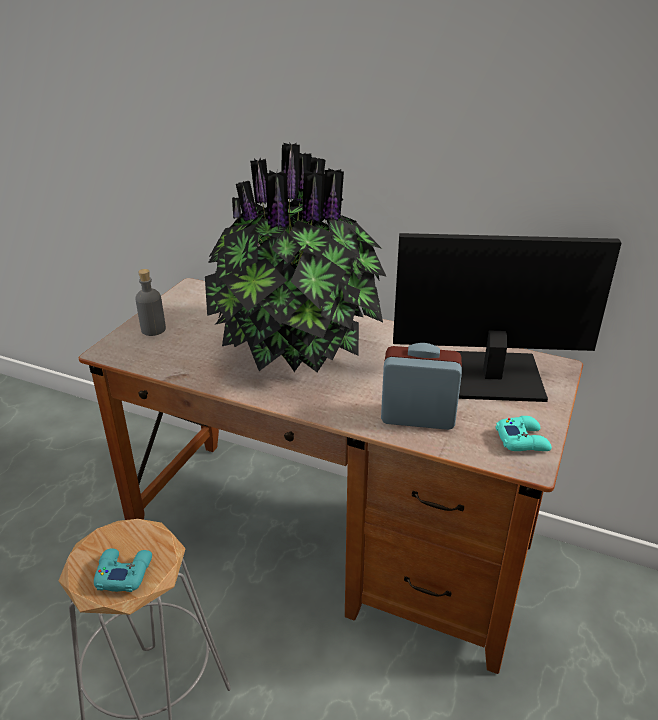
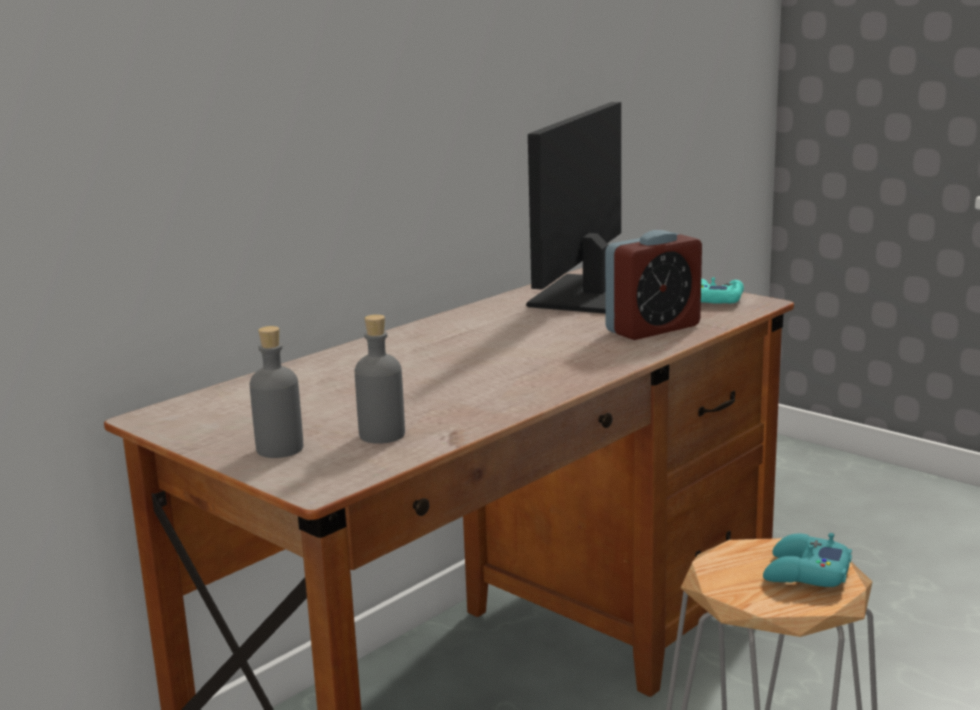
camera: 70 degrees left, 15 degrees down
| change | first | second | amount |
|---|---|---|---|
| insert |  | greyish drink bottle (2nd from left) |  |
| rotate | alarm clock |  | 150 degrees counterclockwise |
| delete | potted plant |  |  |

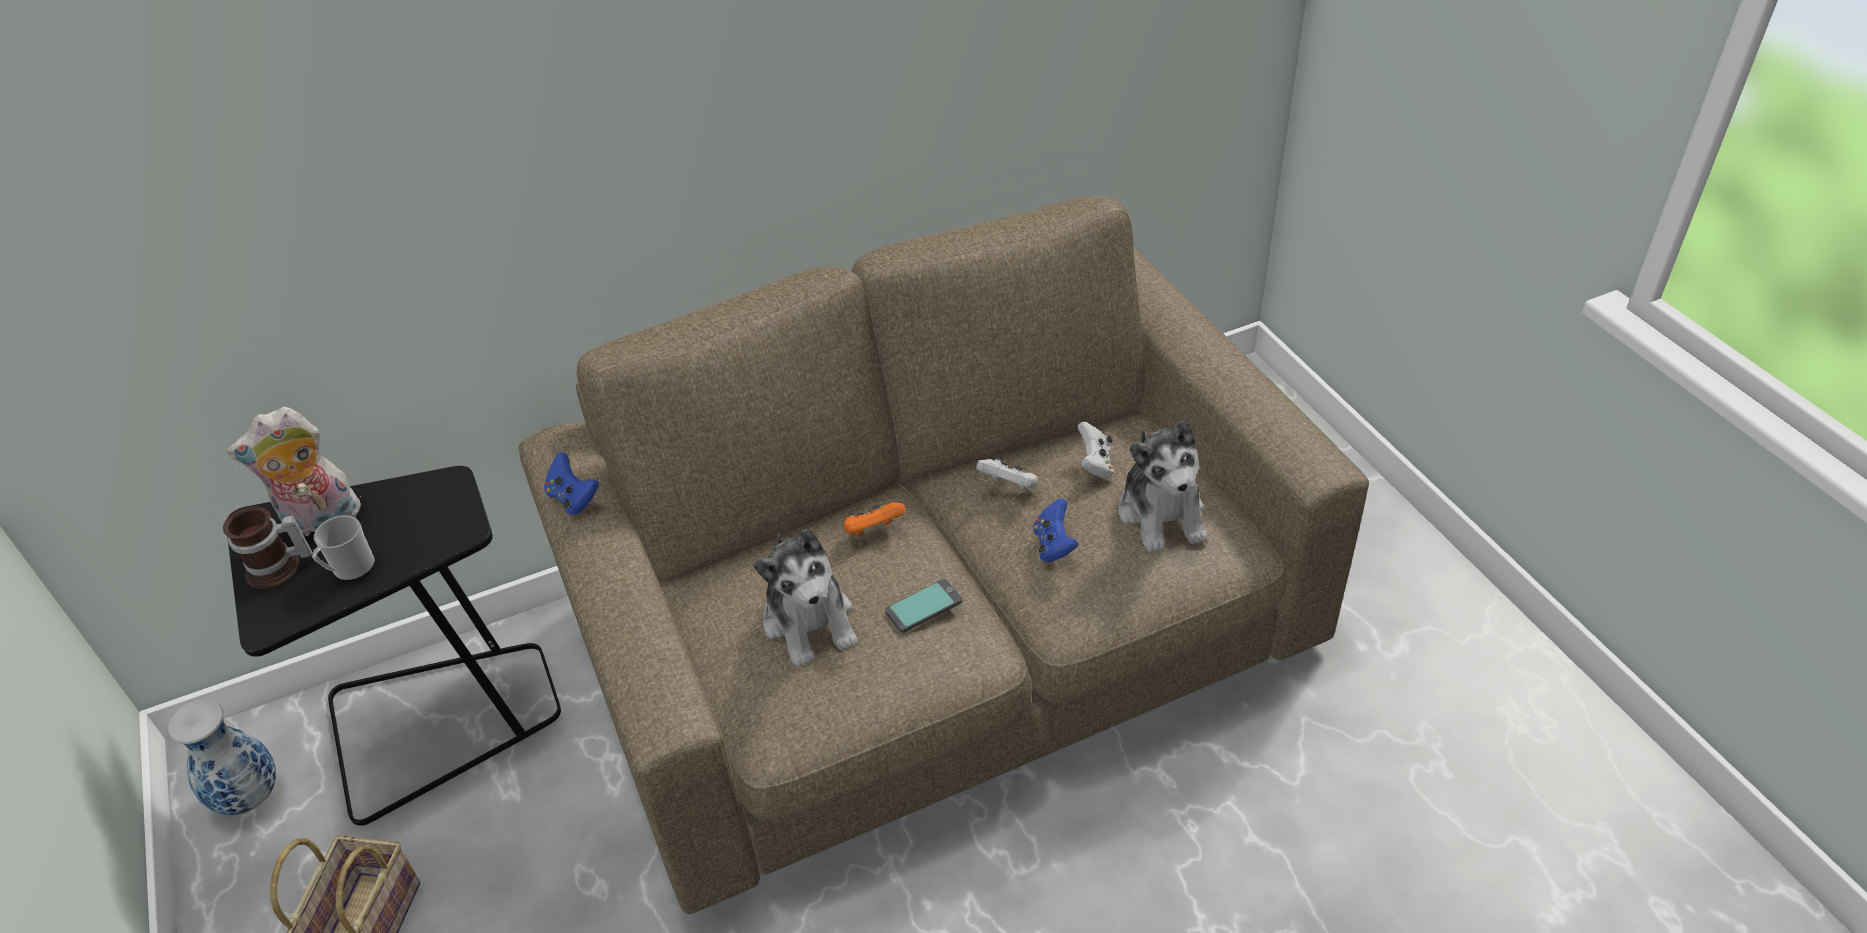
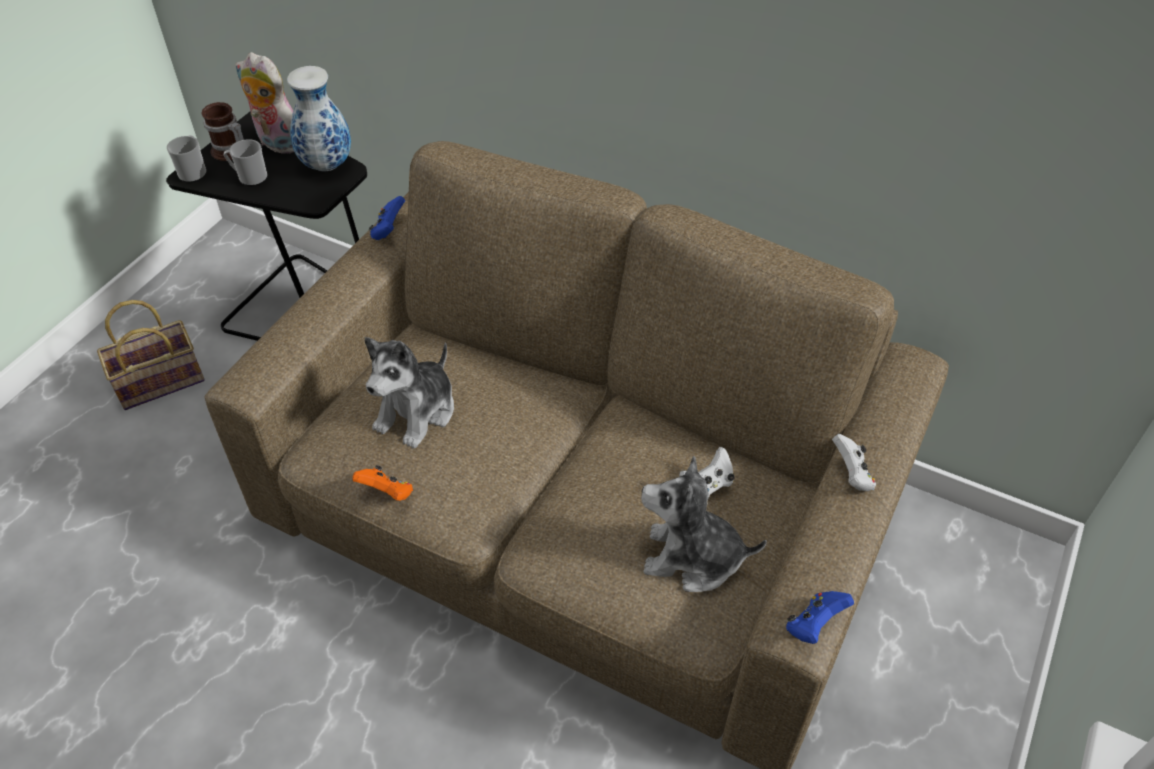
camera: 50 degrees right, 5 degrees up
| change | first | second | amount |
|---|---|---|---|
| insert |  | tea mug (1st from left) |  |
| move | decorative vase |  |  |
| move | orange joypad |  |  |
| rotate | cuddly toy (3rd from left) |  | 60 degrees clockwise |
| move | bluish joypad (2nd from left) |  |  |
| move | whitish joypad (1st from left in the first image) | whitish joypad (2nd from left) |  |
| delete | phone |  |  |

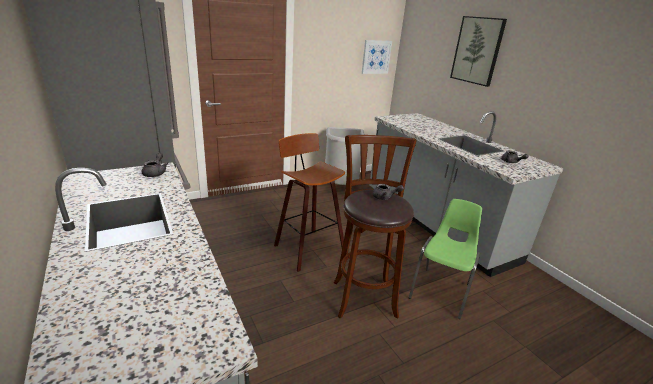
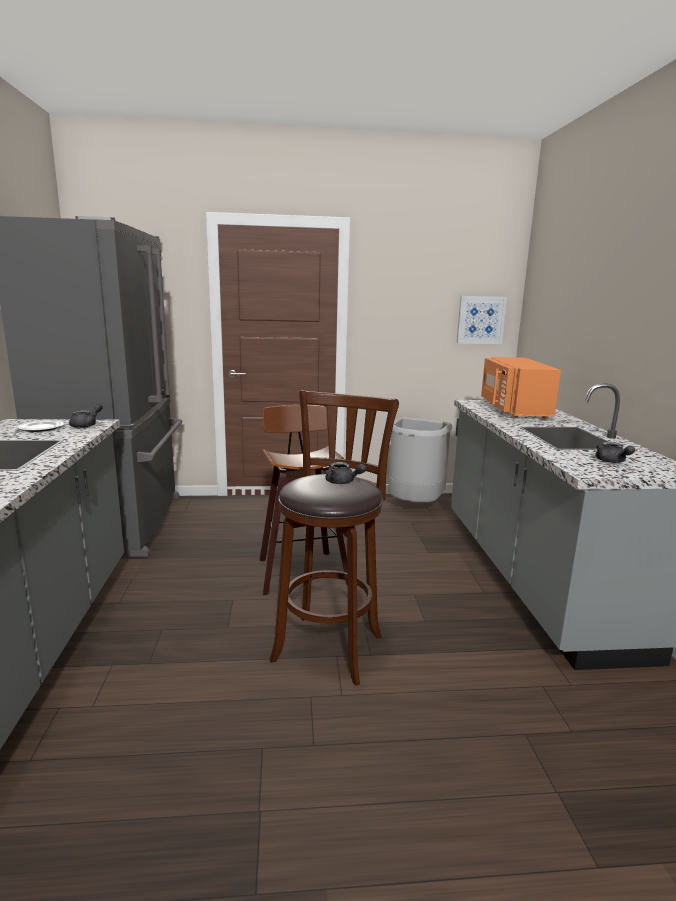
camera: 25 degrees right, 10 degrees down
| change | first | second | amount |
|---|---|---|---|
| insert |  | flat dish |  |
| insert |  | orange kitchen microwave |  |
| delete | green-coloured plain chair |  |  |
| delete | wall art (2nd from left) |  |  |

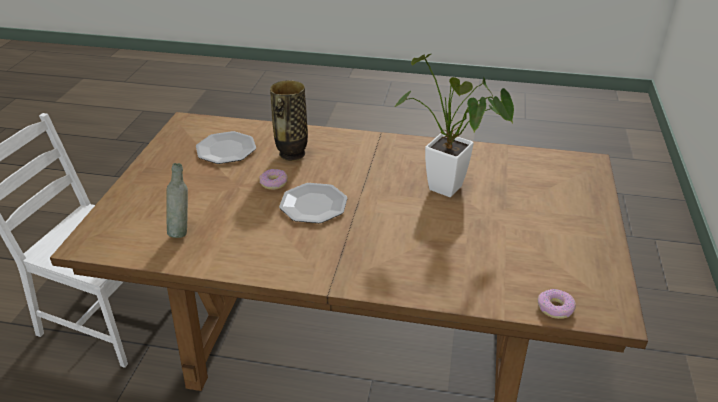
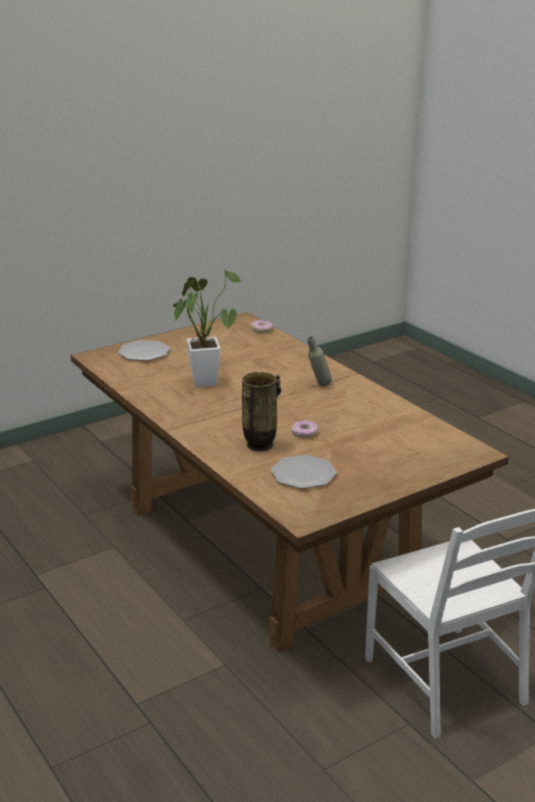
camera: 135 degrees left, 10 degrees down
| change | first | second | amount |
|---|---|---|---|
| move | flat dish (2nd from left in the first image) | flat dish (1st from left) |  |
| move | greyish drink bottle |  |  |

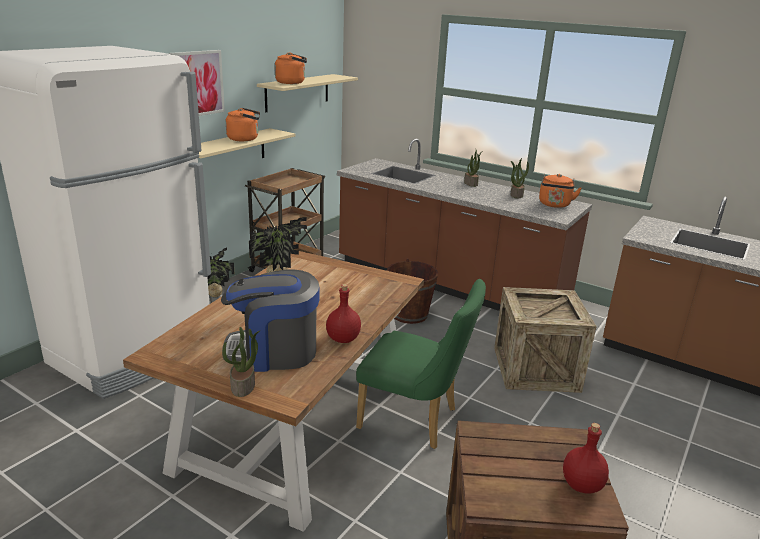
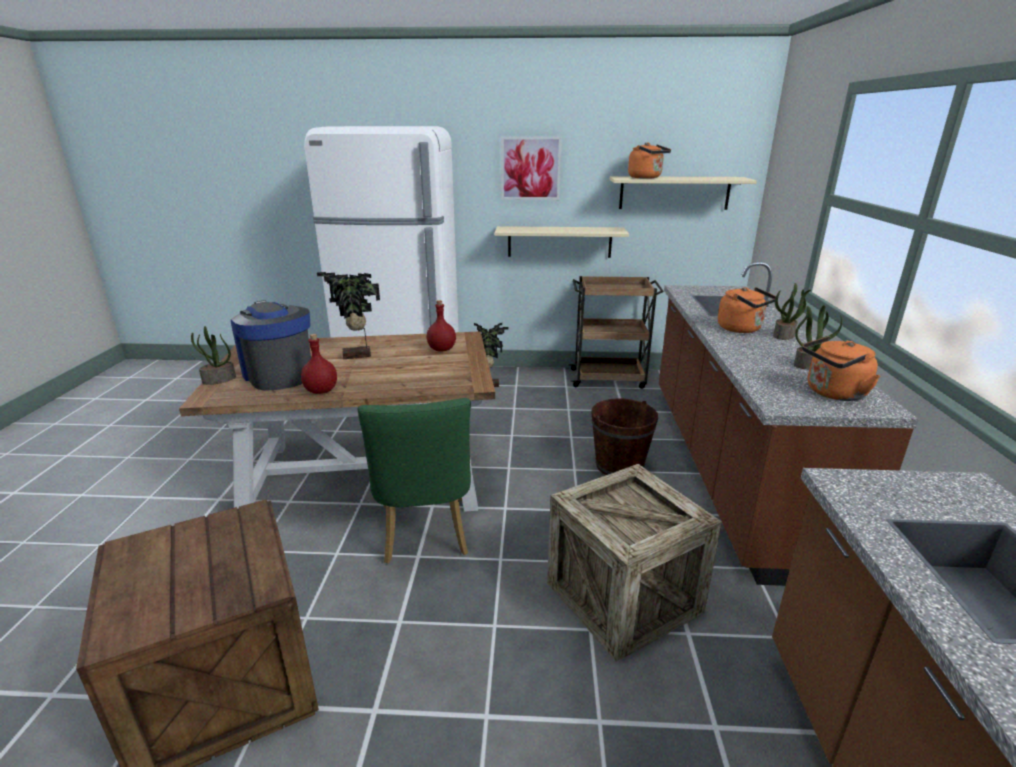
camera: 60 degrees right, 0 degrees up
| change | first | second | amount |
|---|---|---|---|
| move | red drink bottle (2nd from left) |  |  |
| move | orange kettle (1st from left in the first image) | orange kettle (2nd from left) |  |

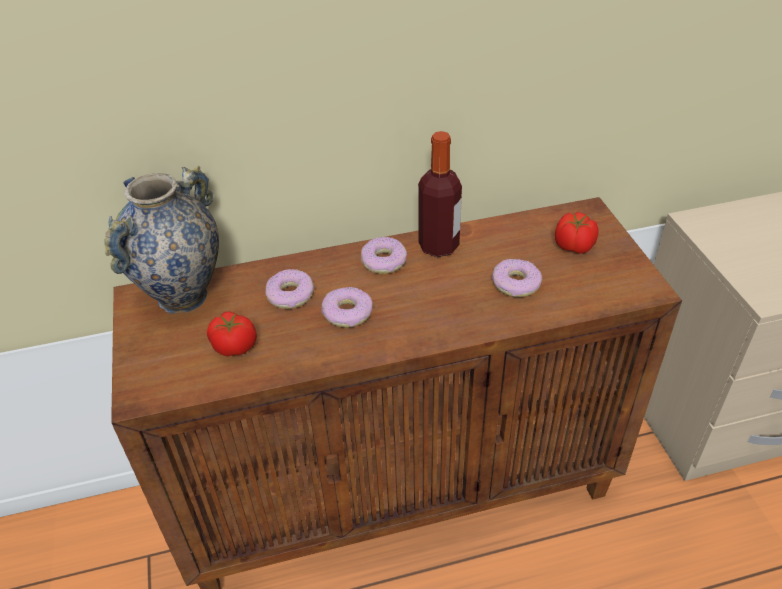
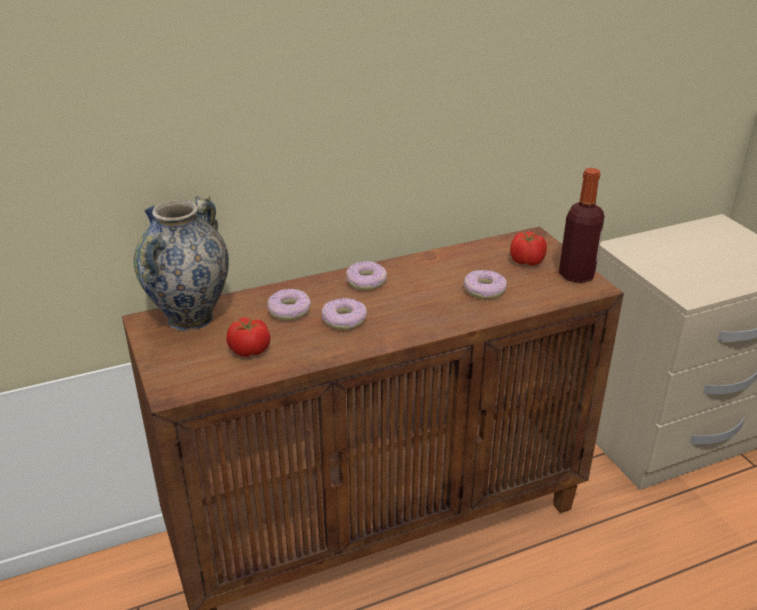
camera: 10 degrees left, 10 degrees down
| change | first | second | amount |
|---|---|---|---|
| move | drink bottle |  |  |

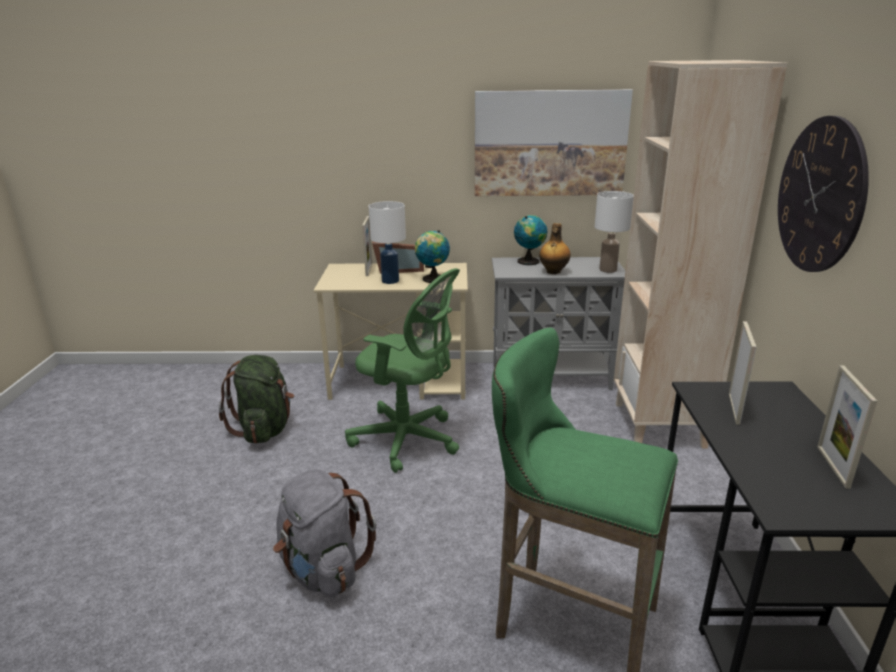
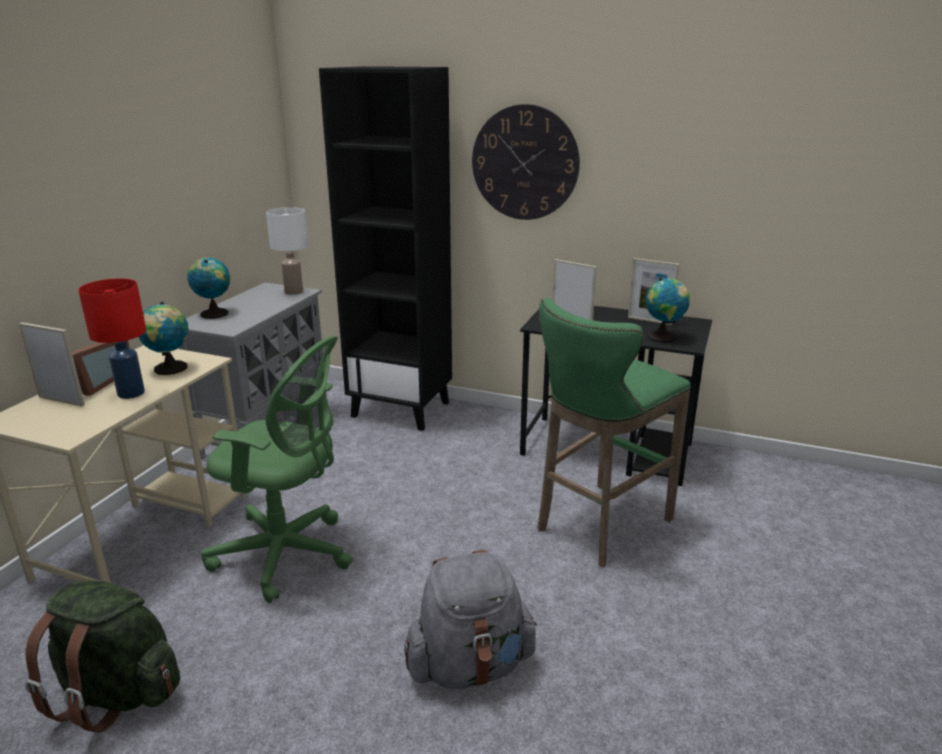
camera: 70 degrees left, 0 degrees up
| change | first | second | amount |
|---|---|---|---|
| recolor | whitish tabletop lamp (1st from left) | red tabletop lamp |  |
| rotate | green-coloured office chair |  | 60 degrees clockwise |
| recolor | sand-coloured bookcase | blackish bookcase |  |
| insert |  | globe (3rd from left) |  |
| delete | wall art |  |  |
| delete | drink bottle |  |  |

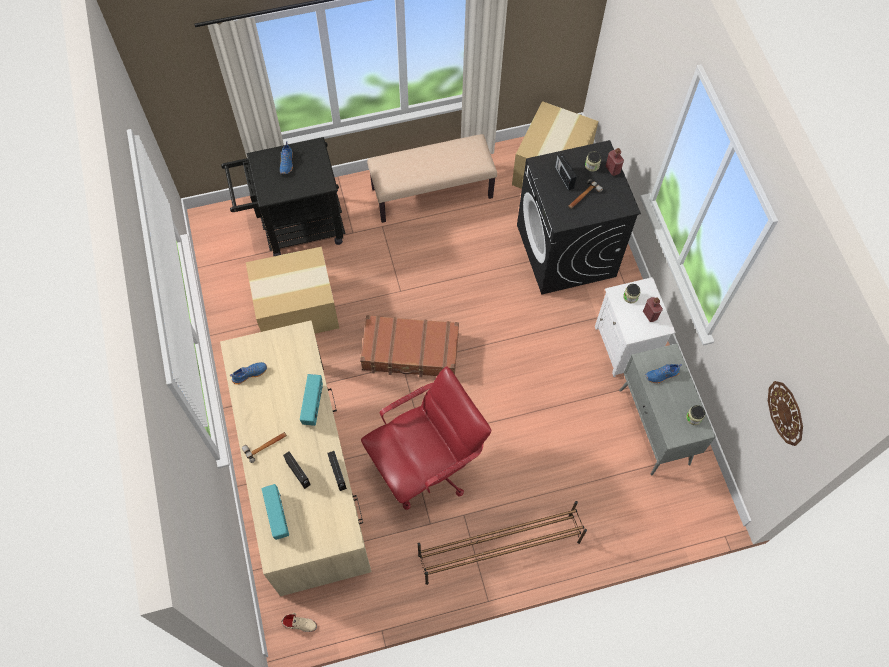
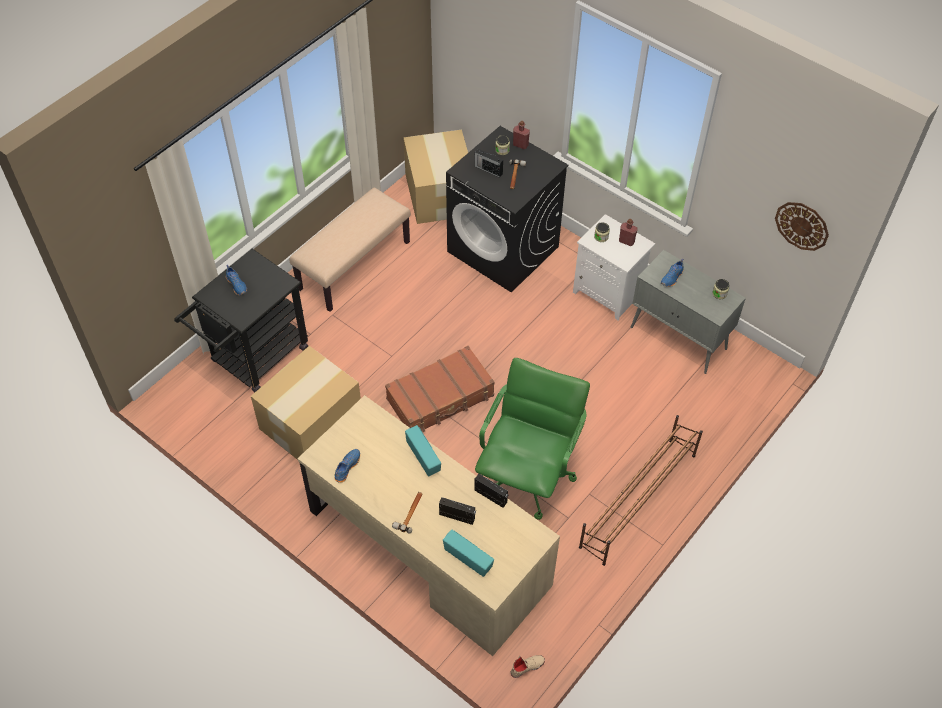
camera: 35 degrees left, 10 degrees down
| change | first | second | amount |
|---|---|---|---|
| recolor | red office chair | green-coloured office chair |  |

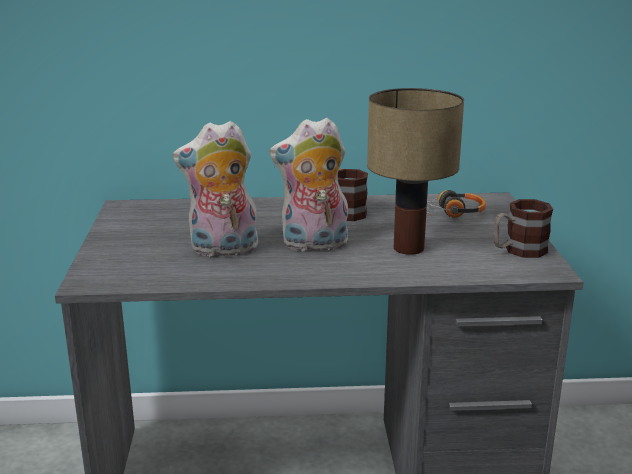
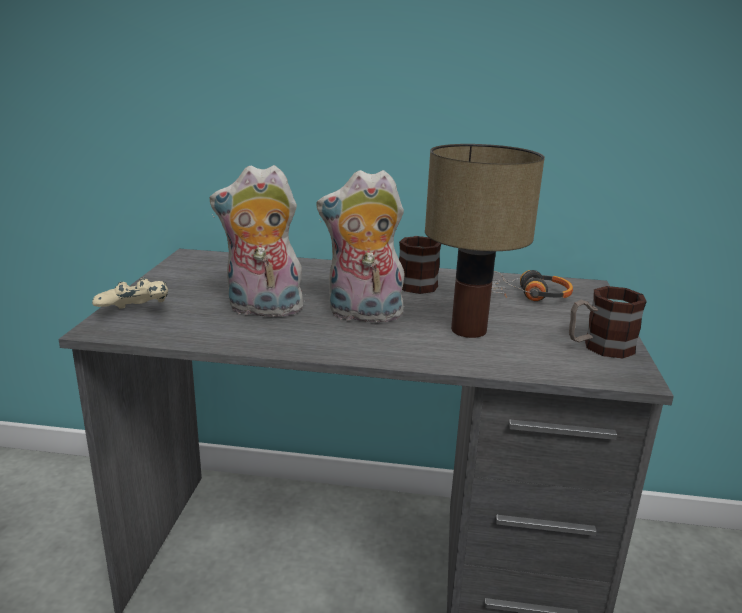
camera: 10 degrees right, 0 degrees up
| change | first | second | amount |
|---|---|---|---|
| insert |  | sand-coloured joypad |  |

